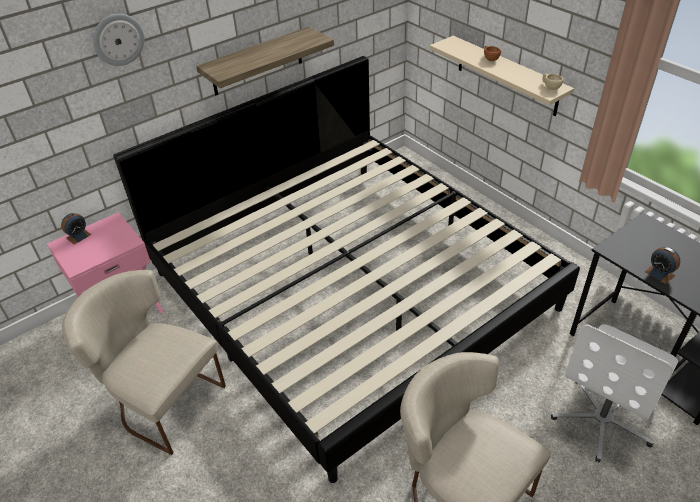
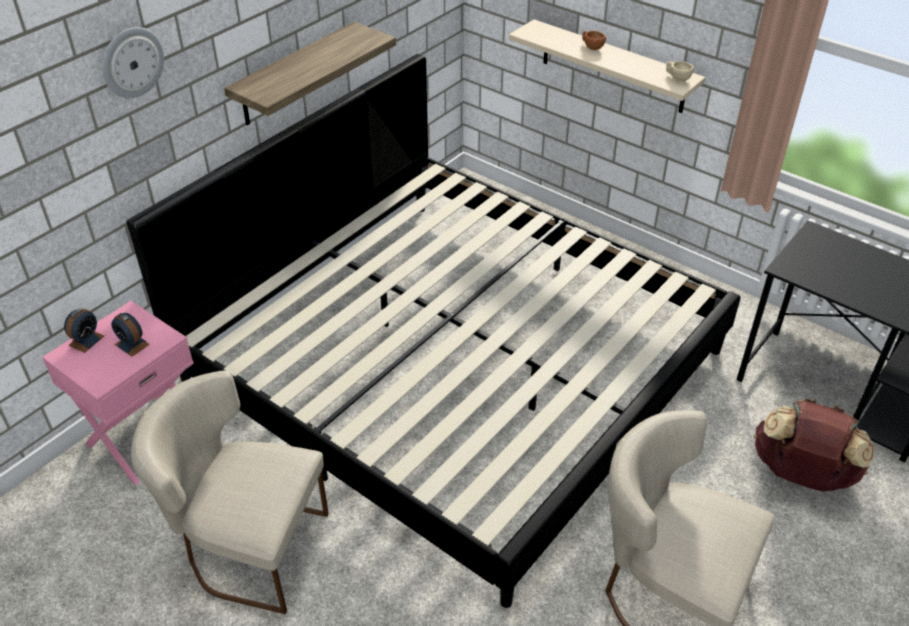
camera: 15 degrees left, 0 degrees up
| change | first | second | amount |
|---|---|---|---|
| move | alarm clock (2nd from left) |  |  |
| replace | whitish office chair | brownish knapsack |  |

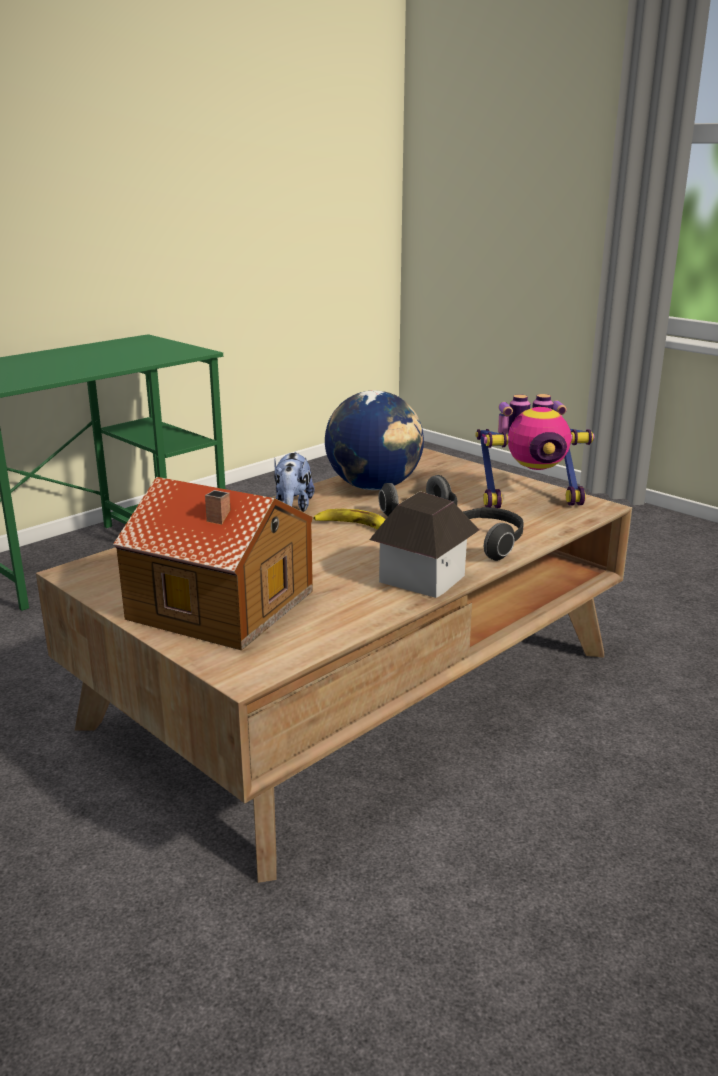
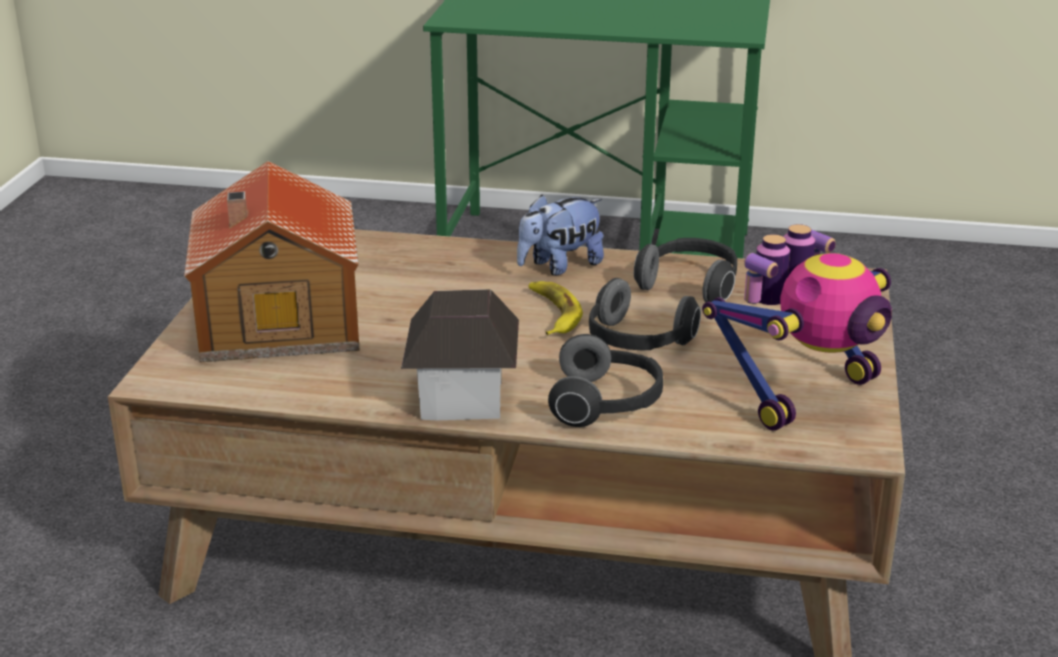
camera: 55 degrees right, 5 degrees up
| change | first | second | amount |
|---|---|---|---|
| replace | globe | pair of headphones (3rd from left) |  |
| rotate | model robot |  | 90 degrees counterclockwise |

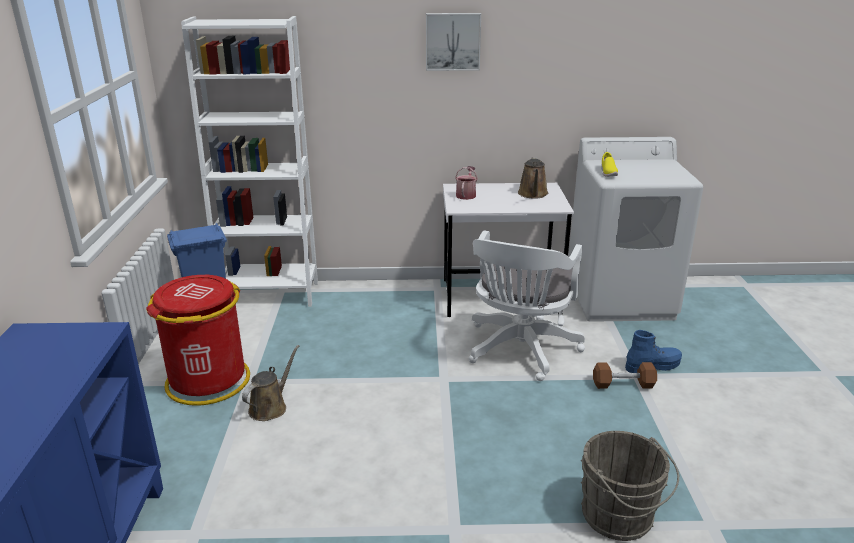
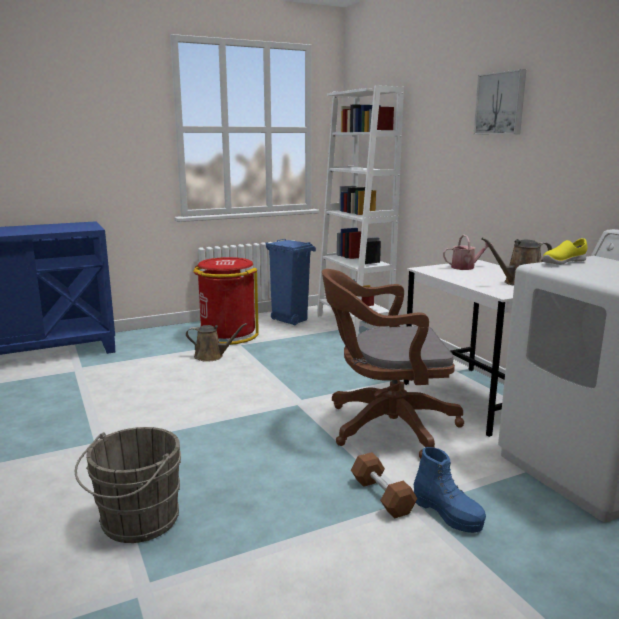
camera: 65 degrees right, 10 degrees down
| change | first | second | amount |
|---|---|---|---|
| recolor | whitish office chair | brownish office chair |  |

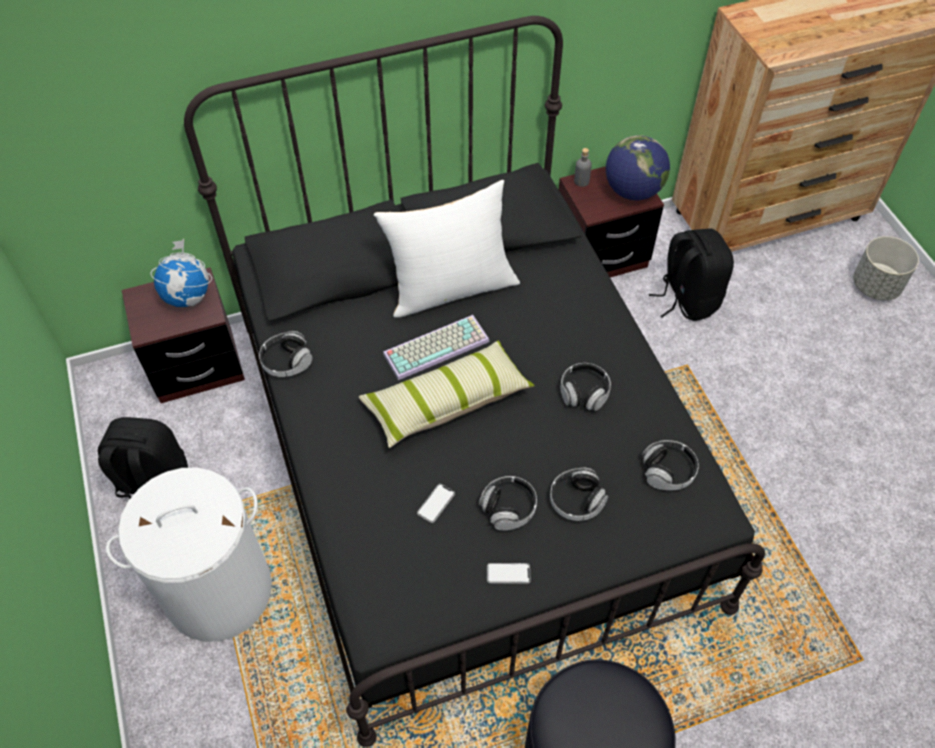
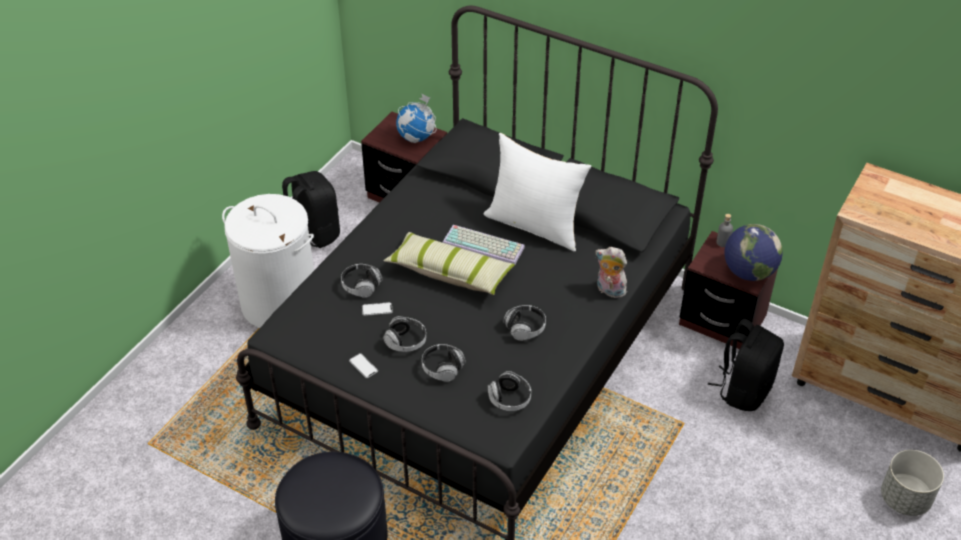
camera: 50 degrees right, 10 degrees down
| change | first | second | amount |
|---|---|---|---|
| move | pair of headphones (1st from left) |  |  |
| insert |  | cuddly toy |  |

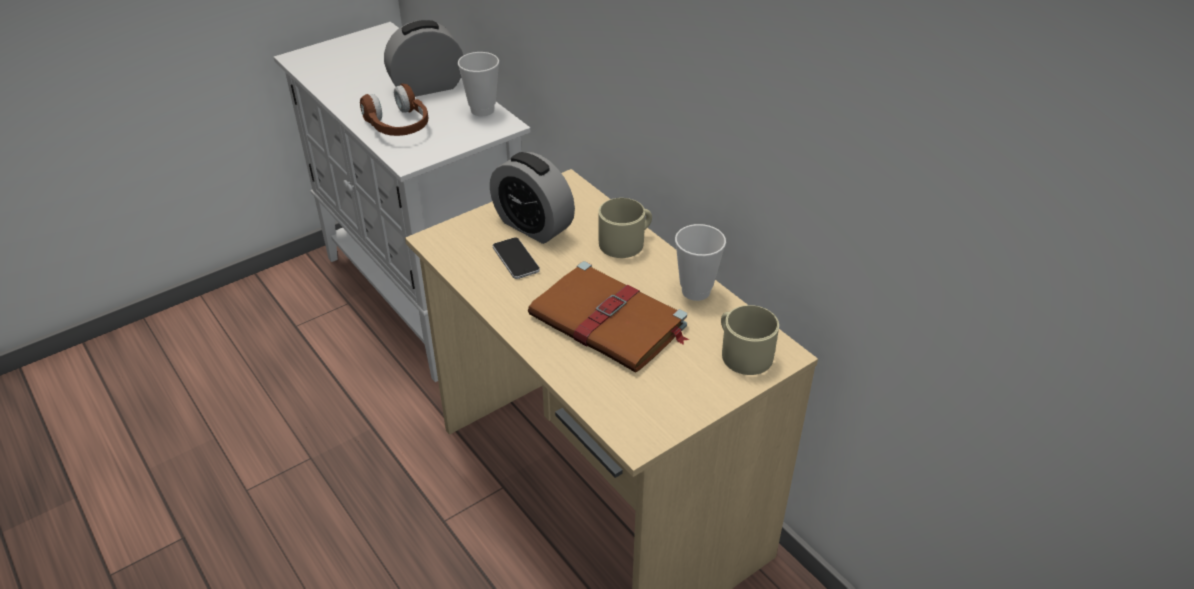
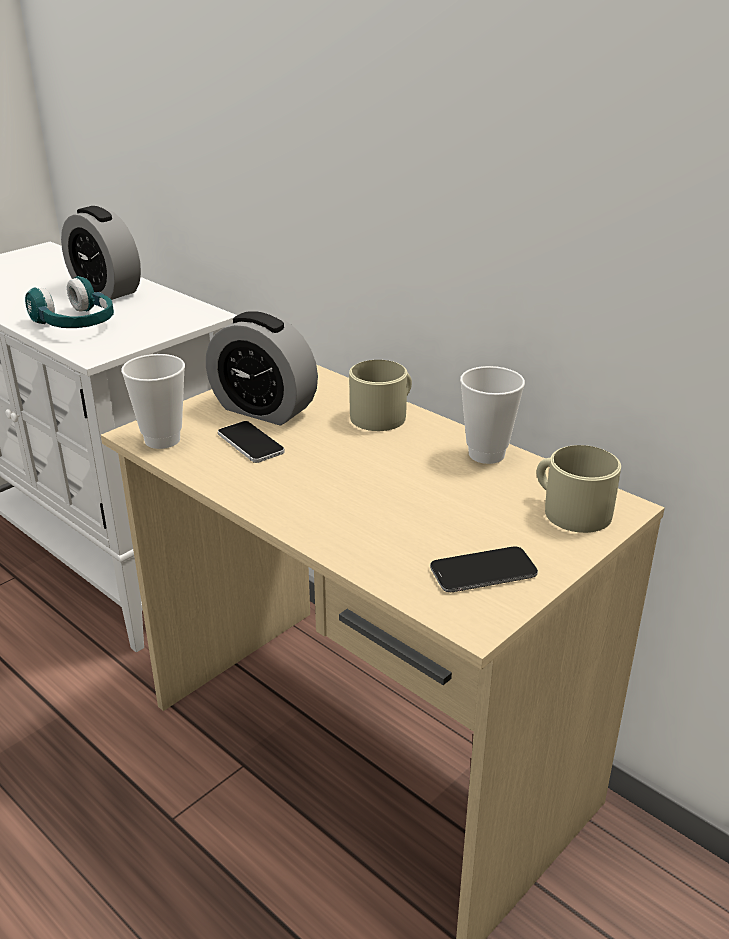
camera: 10 degrees left, 10 degrees down
| change | first | second | amount |
|---|---|---|---|
| recolor | brownish pair of headphones | blue-green pair of headphones |  |
| rotate | alarm clock (1st from left) |  | 105 degrees counterclockwise |
| move | small cup (1st from left) |  |  |
| insert |  | phone (2nd from left) |  |
| delete | brownish book |  |  |

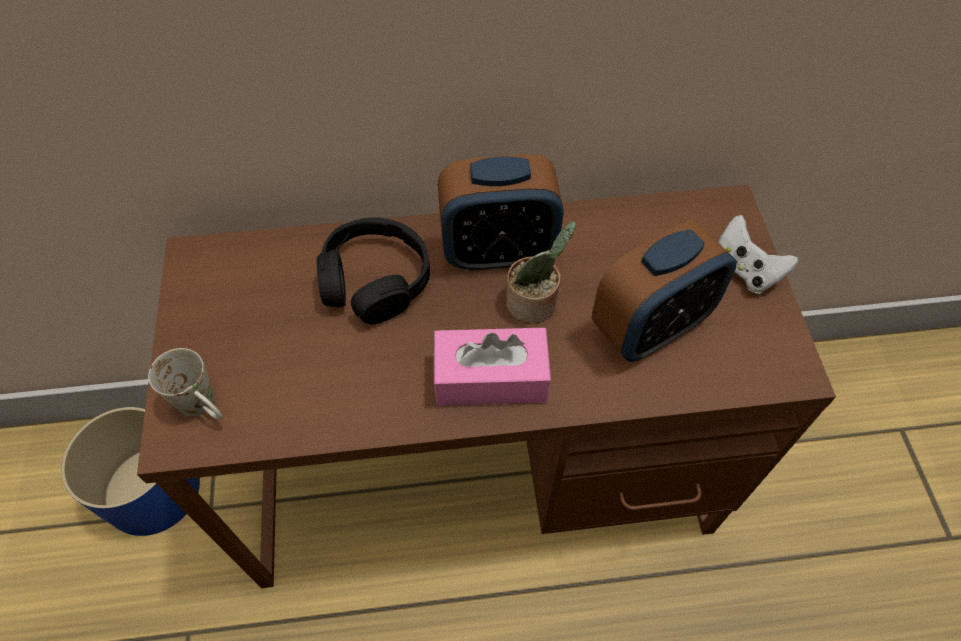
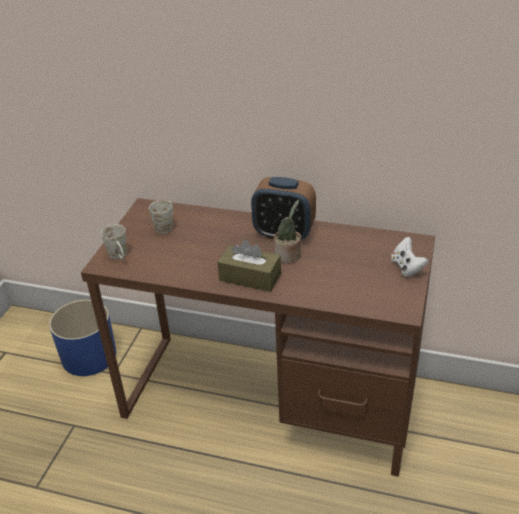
camera: 25 degrees right, 20 degrees down
| change | first | second | amount |
|---|---|---|---|
| insert |  | whitish tea mug (2nd from left) |  |
| recolor | pink tissue holder | brownish tissue holder |  |
| delete | blackish pair of headphones |  |  |
| delete | alarm clock (2nd from left) |  |  |

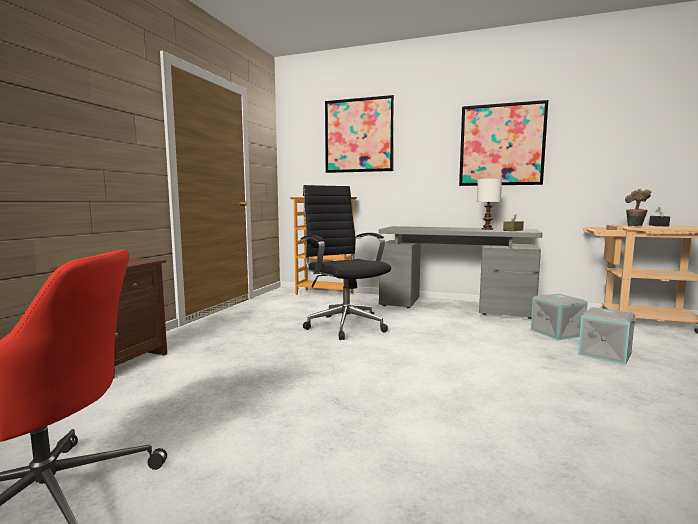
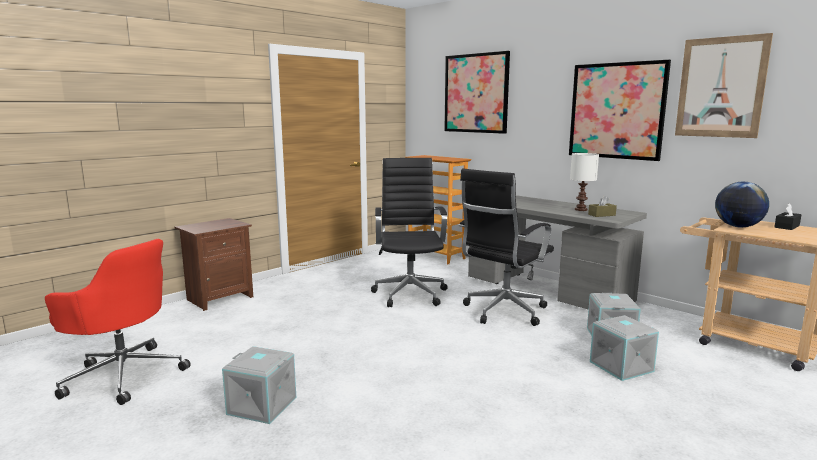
camera: 25 degrees right, 5 degrees up
| change | first | second | amount |
|---|---|---|---|
| insert |  | greyish storage container (1st from left) |  |
| insert |  | blackish office chair (2nd from left) |  |
| insert |  | wall art (3rd from left) |  |
| replace | potted plant | globe |  |

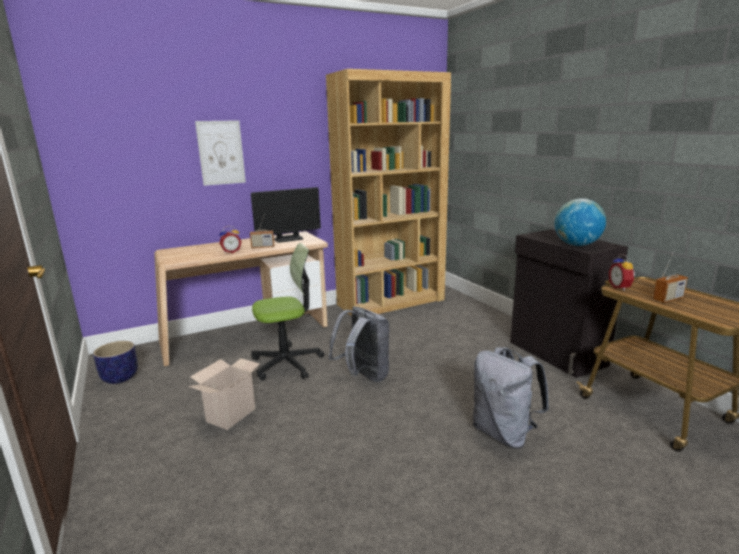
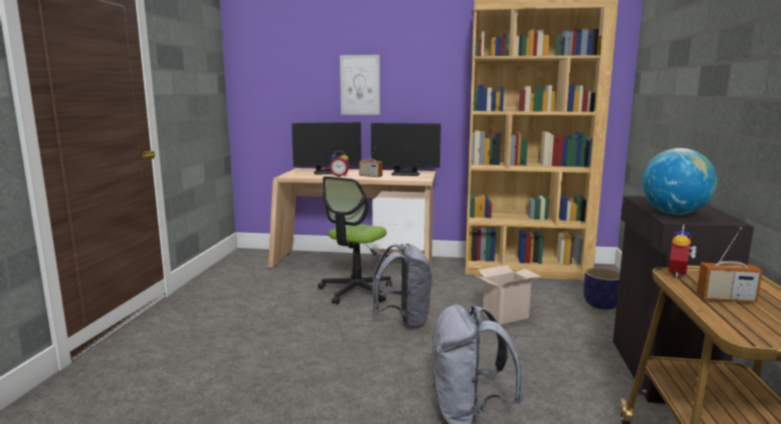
camera: 35 degrees right, 5 degrees down
| change | first | second | amount |
|---|---|---|---|
| insert |  | computer display (1st from left) |  |
| rotate | office chair |  | 105 degrees clockwise |
| move | packing box |  |  |
| move | flower pot |  |  |

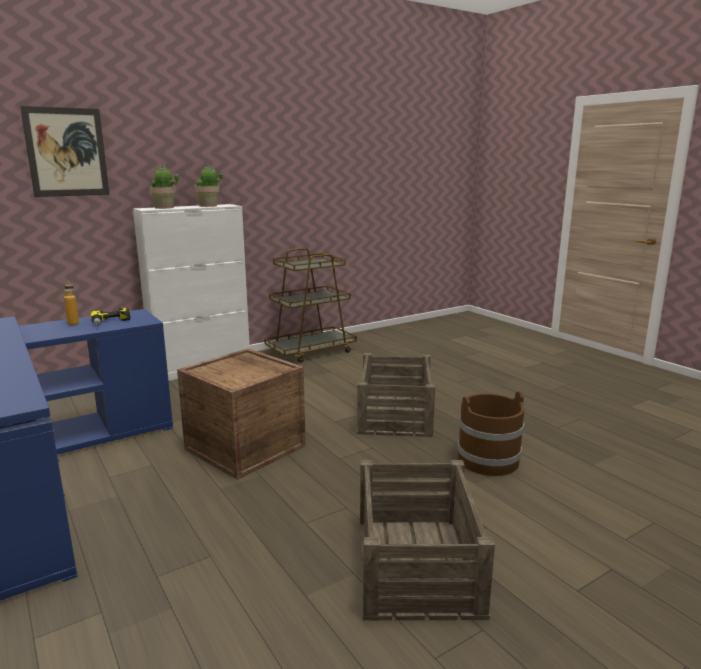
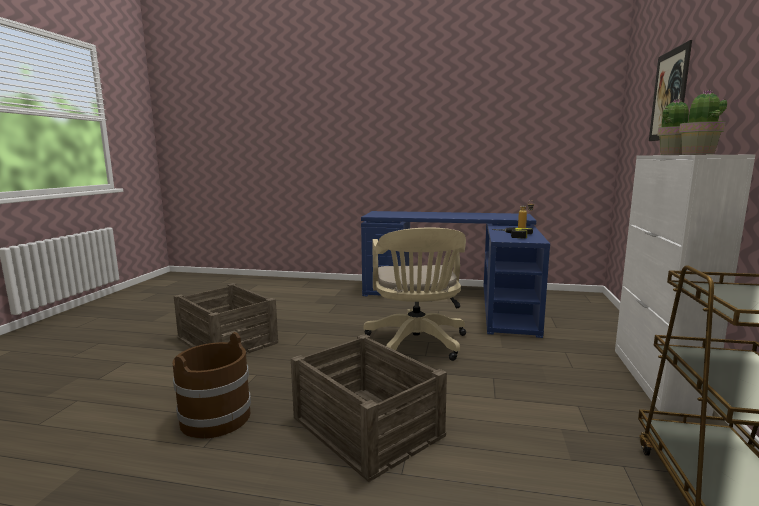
camera: 135 degrees right, 5 degrees down
| change | first | second | amount |
|---|---|---|---|
| replace | shipping crate (1st from left) | sand-coloured office chair |  |

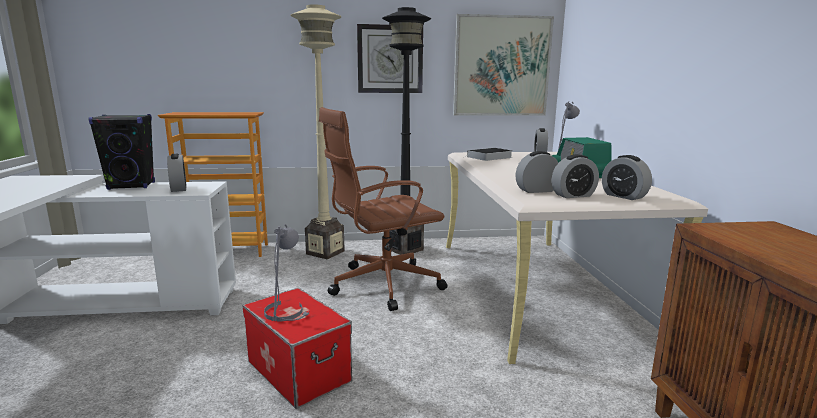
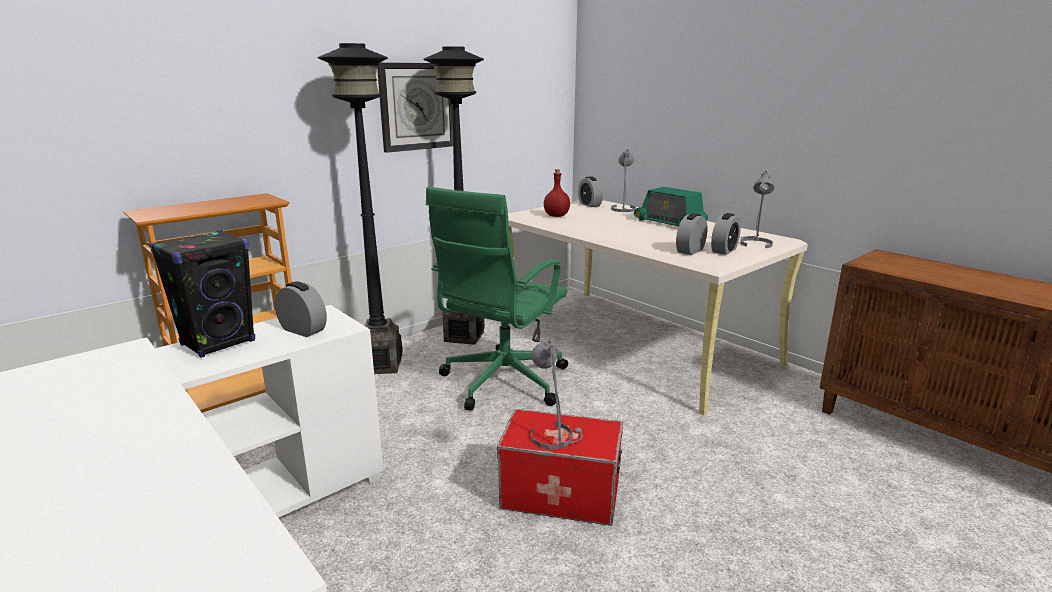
camera: 35 degrees left, 5 degrees up
| change | first | second | amount |
|---|---|---|---|
| recolor | sand-coloured floor lamp | blackish floor lamp (1st from left) |  |
| recolor | brownish office chair | green-coloured office chair |  |
| replace | book | red drink bottle |  |
| replace | alarm clock (5th from left) | greyish tabletop lamp (3rd from left) |  |
| delete | wall art |  |  |

